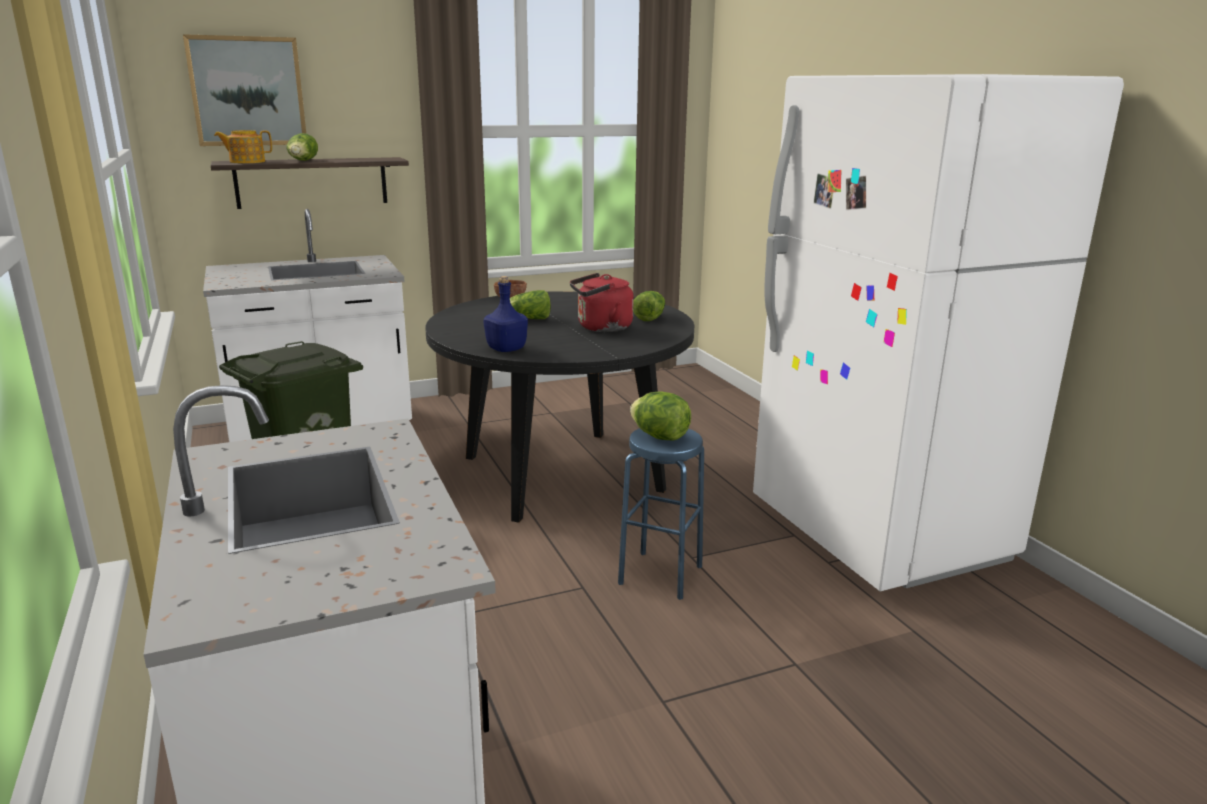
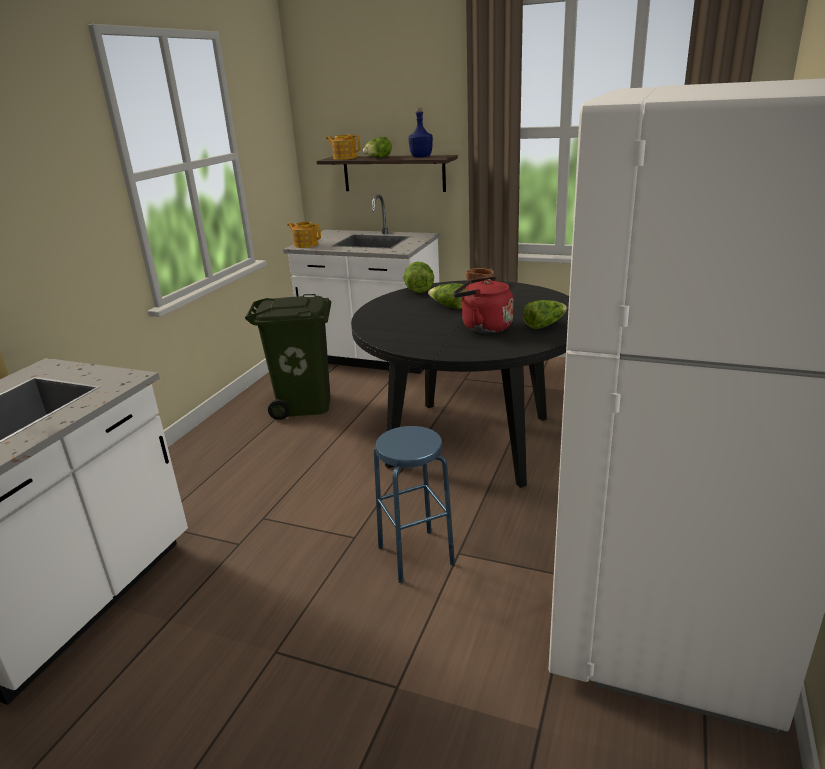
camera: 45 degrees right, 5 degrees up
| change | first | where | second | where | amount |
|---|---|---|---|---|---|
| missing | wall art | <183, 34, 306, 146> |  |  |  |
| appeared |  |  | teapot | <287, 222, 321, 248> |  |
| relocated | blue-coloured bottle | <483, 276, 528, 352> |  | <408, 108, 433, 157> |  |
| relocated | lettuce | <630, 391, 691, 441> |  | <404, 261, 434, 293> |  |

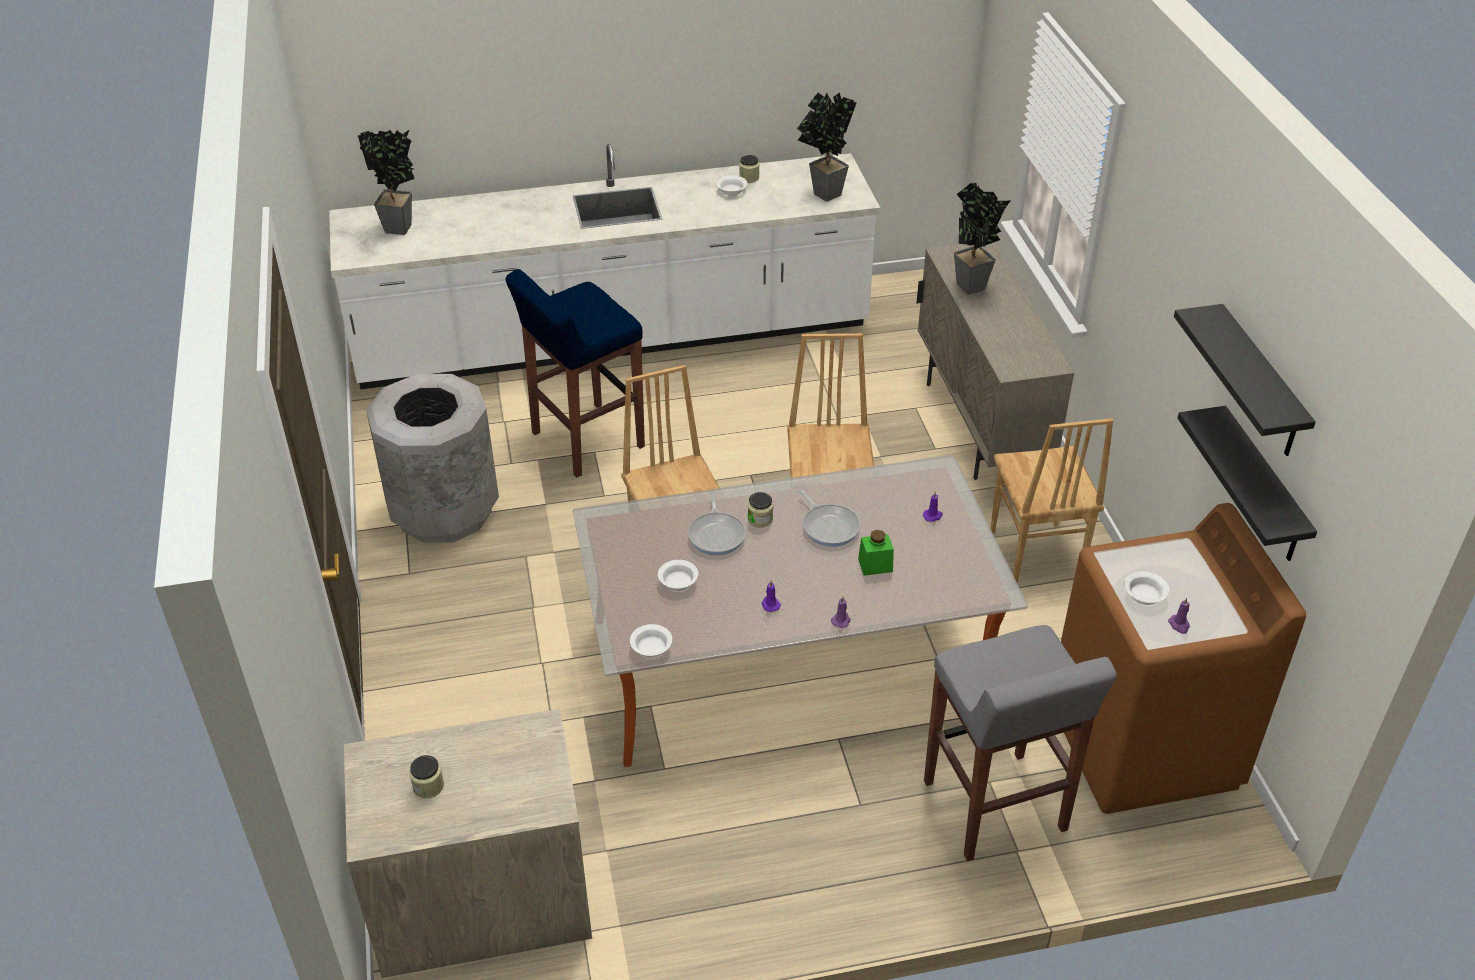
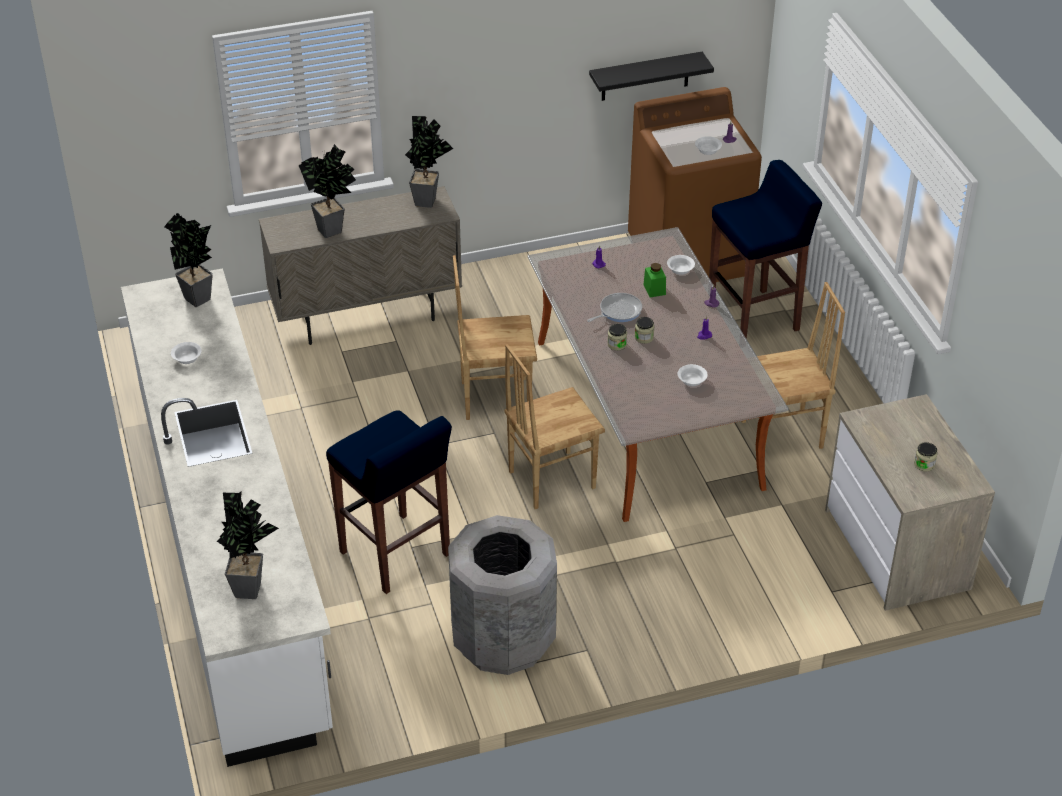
camera: 95 degrees left, 0 degrees up
| change | first | where | second | where | amount |
|---|---|---|---|---|---|
| missing | skillet | <688, 491, 746, 555> |  |  |  |
| missing | black shelf | <1174, 304, 1316, 456> |  |  |  |
| appeared |  |  | potted plant | <405, 116, 453, 208> |  |
| relocated | white-coloured deep dish | <630, 624, 672, 658> |  | <667, 255, 695, 275> |  |
| relocated | jar | <739, 155, 759, 183> |  | <635, 317, 655, 344> |  |
| relocated | brown upright chair | <990, 418, 1114, 583> |  | <742, 282, 845, 449> |  |
| colour | grey sitting stool | <924, 625, 1117, 861> | blue-coloured sitting stool | <709, 160, 822, 339> |  |

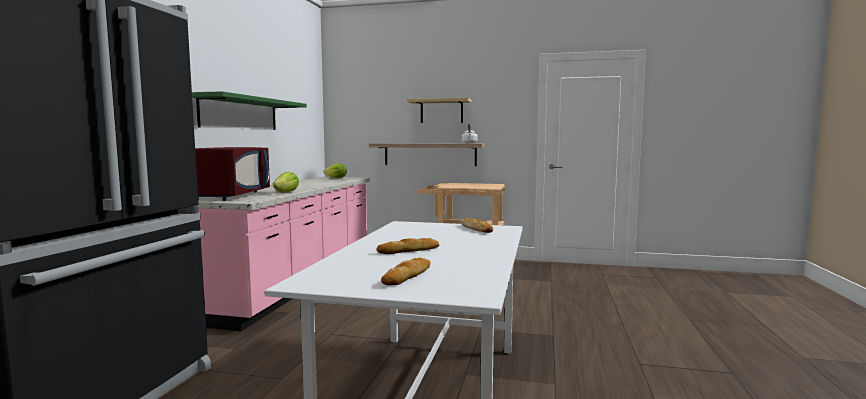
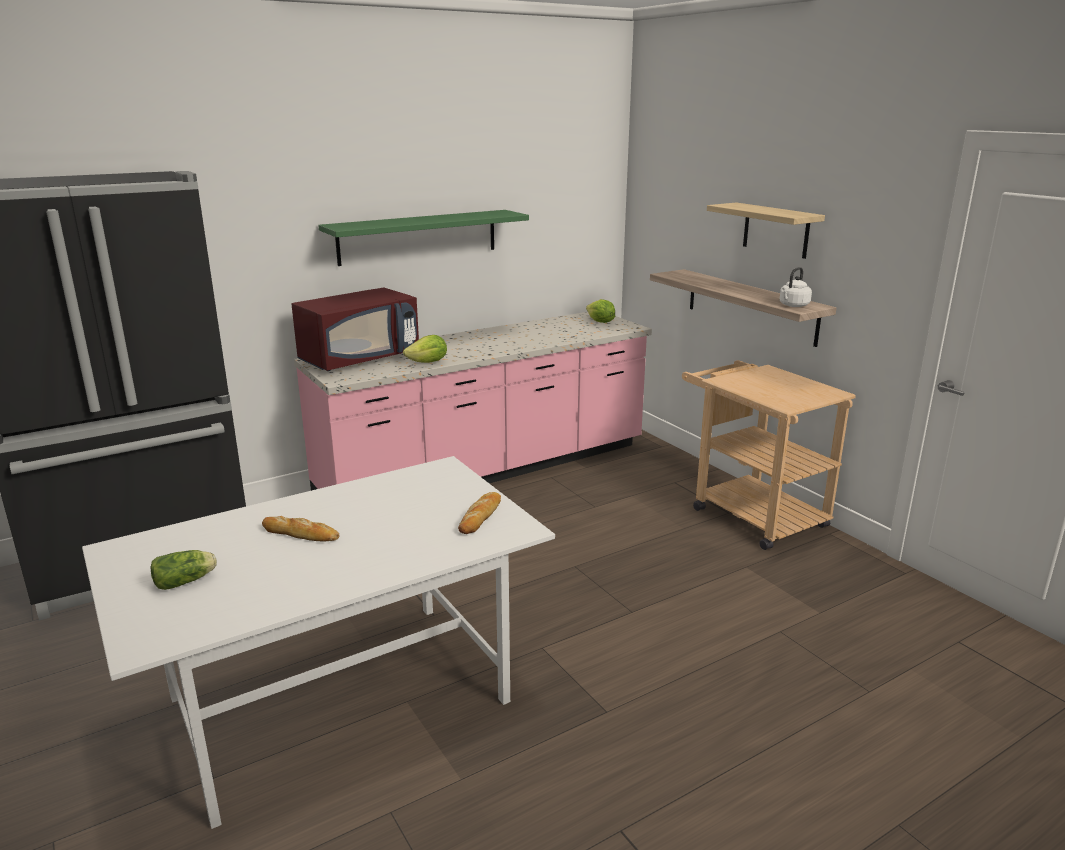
camera: 45 degrees right, 15 degrees up
| change | first | where | second | where | amount |
|---|---|---|---|---|---|
| exchanged | bread | <381, 257, 431, 286> | lettuce | <150, 550, 217, 590> |  |

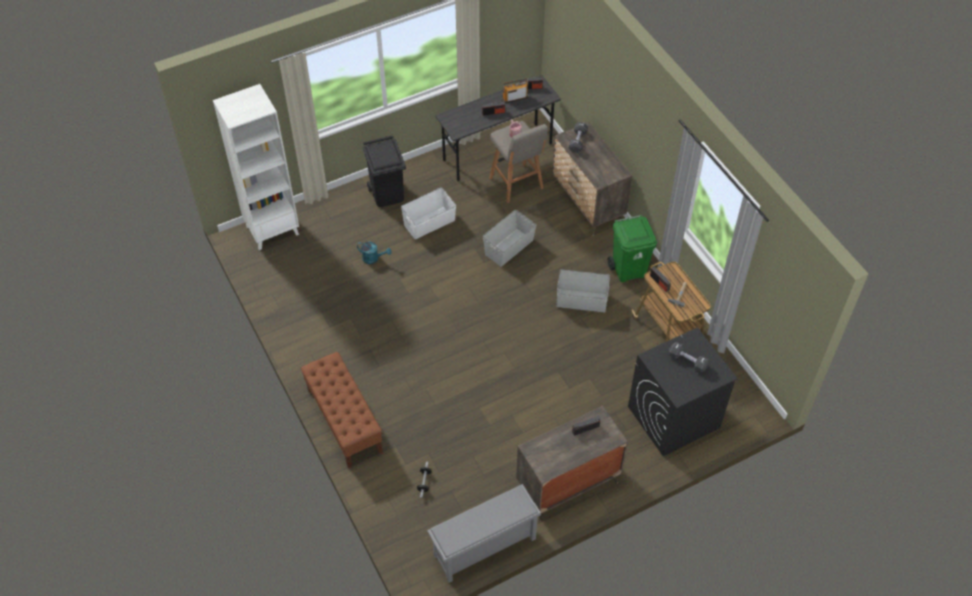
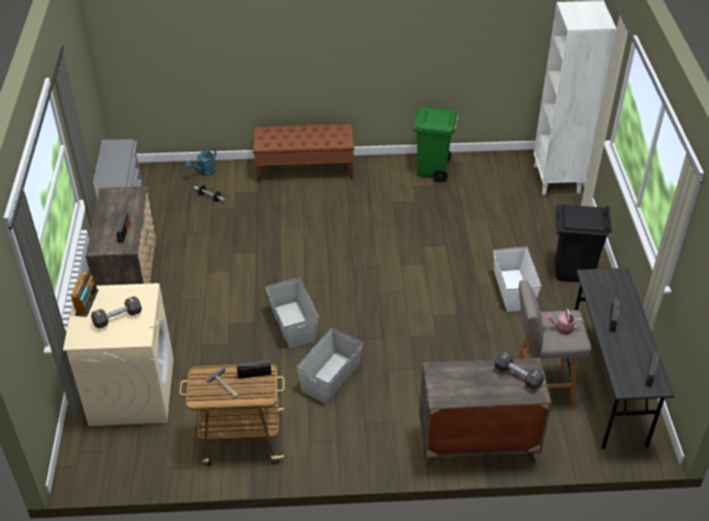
camera: 115 degrees right, 10 degrees down
| change | first | where | second | where | amount |
|---|---|---|---|---|---|
| relocated | turquoise watering can | <357, 242, 392, 264> |  | <185, 148, 216, 176> |  |
| relocated | grey storage container | <483, 210, 537, 267> |  | <266, 278, 319, 348> |  |
| relocated | radio set | <502, 78, 529, 103> |  | <71, 269, 98, 317> |  |
| relocated | green-coloured waste bin | <608, 215, 657, 282> |  | <414, 107, 459, 183> |  |
| colour | black laundry machine | <628, 327, 738, 456> | sand-coloured laundry machine | <63, 283, 174, 426> |  |

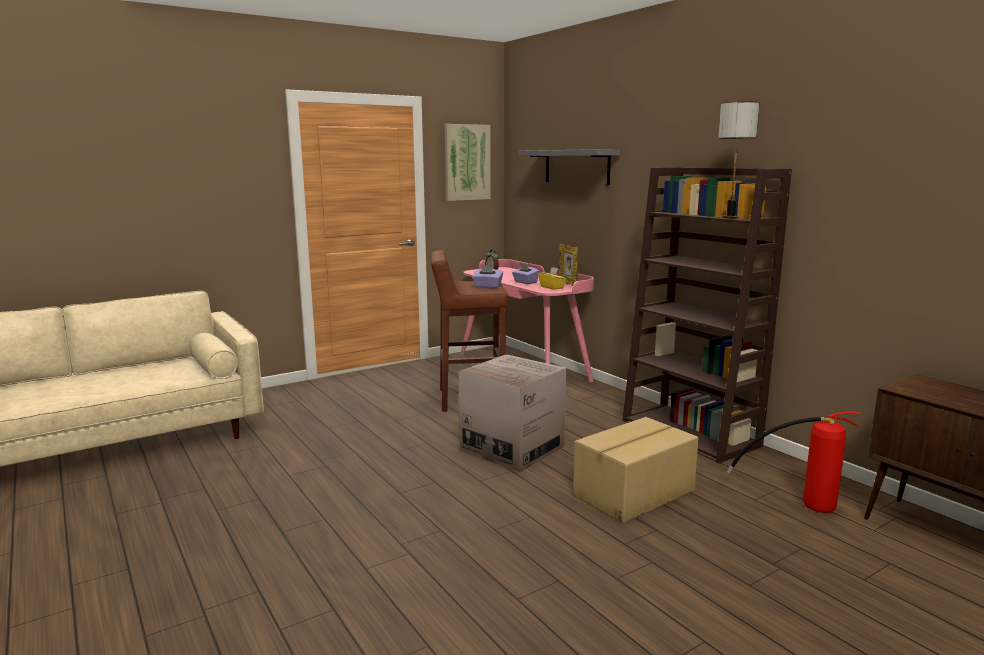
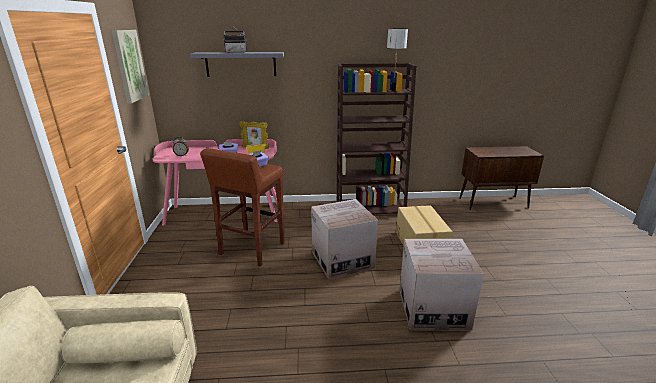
camera: 60 degrees left, 10 degrees up
| change | first | where | second | where | amount |
|---|---|---|---|---|---|
| missing | fire-fighting cylinder | <727, 411, 861, 513> |  |  |  |
| appeared |  |  | radio set | <223, 26, 247, 53> |  |
| appeared |  |  | cardboard box | <400, 239, 484, 331> |  |

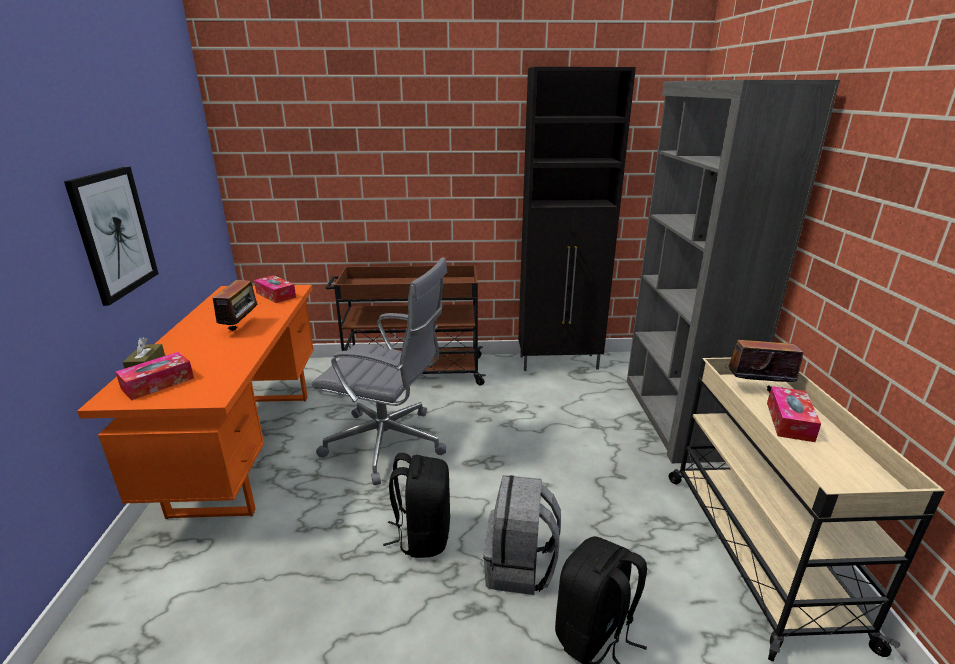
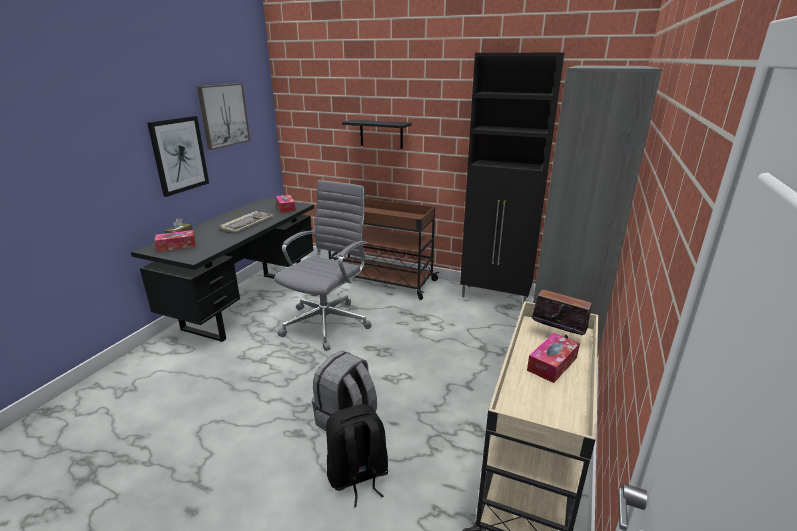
camera: 25 degrees right, 0 degrees up
| change | first | where | second | where | amount |
|---|---|---|---|---|---|
| missing | black knapsack | <383, 453, 450, 558> |  |  |  |
| appeared |  |  | wall art | <197, 83, 250, 150> |  |
| appeared |  |  | black shelf | <342, 120, 412, 149> |  |
| exchanged | radio set | <213, 280, 261, 333> | PC keyboard | <220, 211, 274, 232> |  |
| colour | orange-coloured desk | <77, 285, 314, 519> | black desk | <131, 198, 314, 342> |  |
| spun | grey office chair | <312, 257, 448, 485> |  | <274, 180, 372, 351> | 105 degrees counterclockwise |

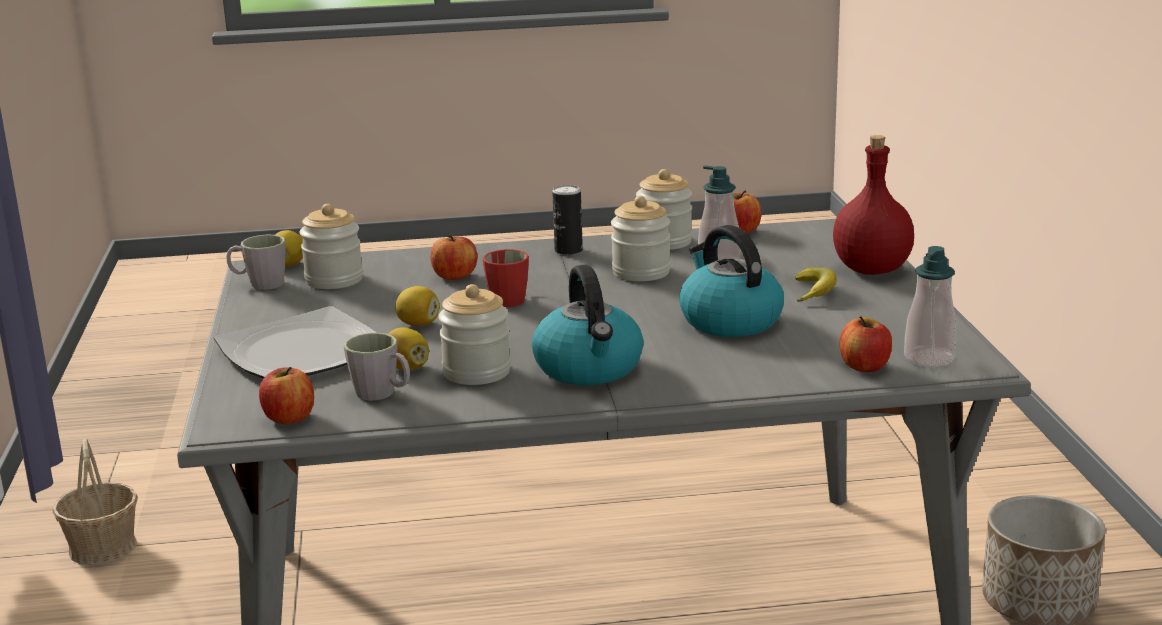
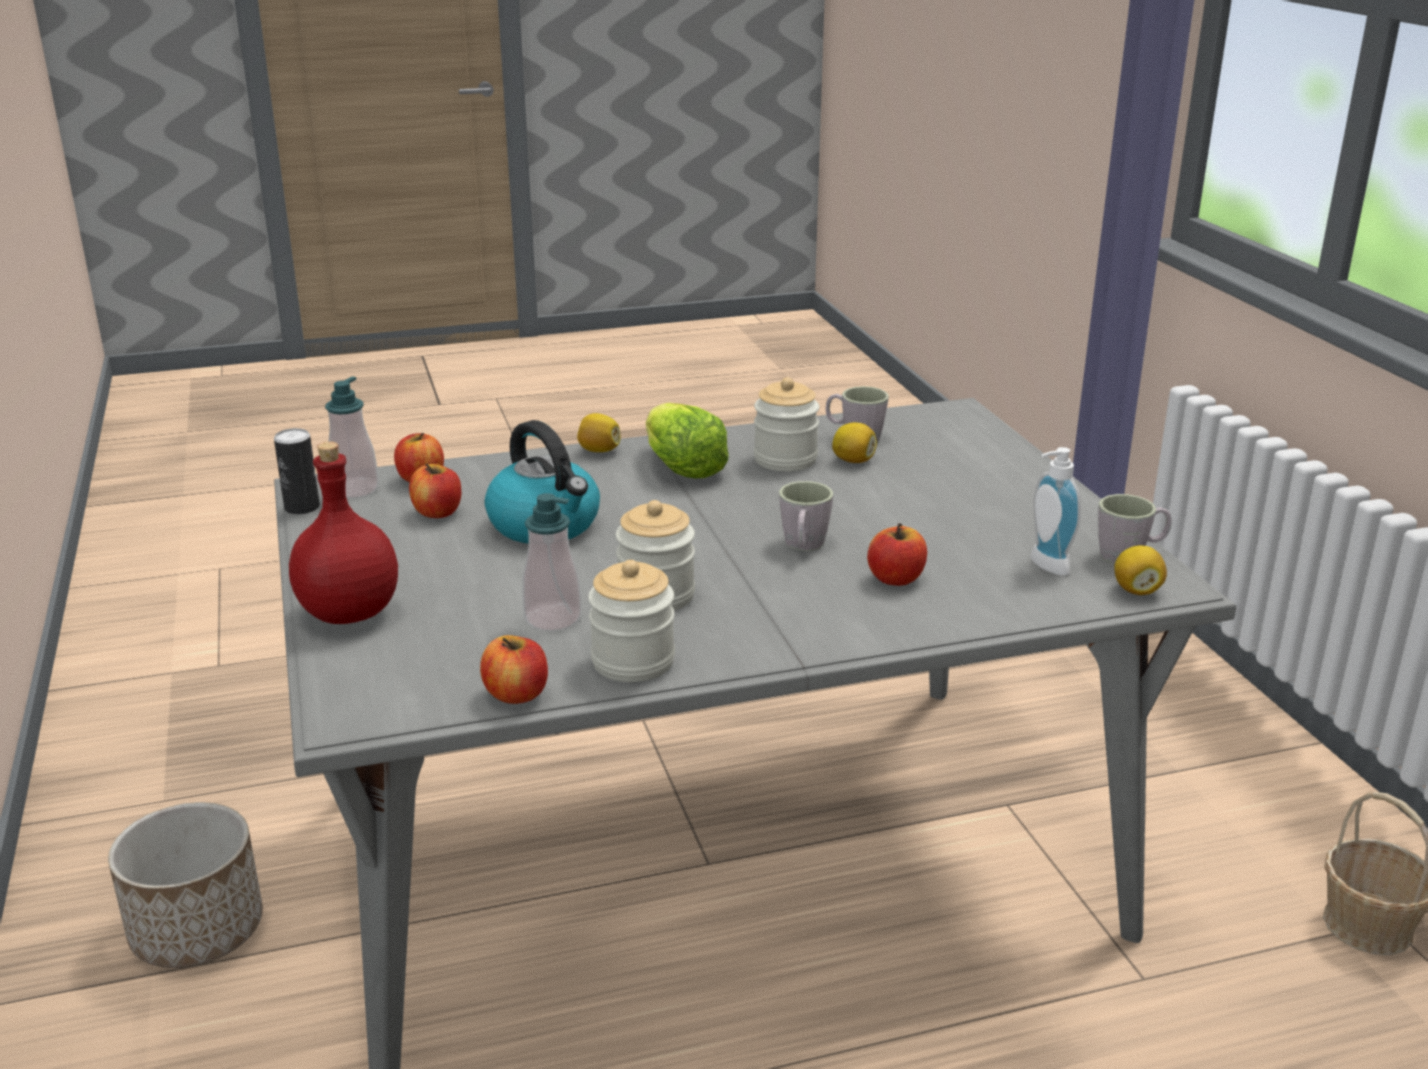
camera: 170 degrees right, 5 degrees up
| change | first | where | second | where | amount |
|---|---|---|---|---|---|
| missing | dinner plate | <214, 306, 377, 379> |  |  |  |
| missing | banana fruit | <795, 267, 836, 302> |  |  |  |
| relocated | whole apple | <259, 367, 314, 424> |  | <409, 464, 461, 518> |  |
| relocated | whole lemon | <395, 286, 440, 326> |  | <577, 413, 620, 452> |  |
| relocated | sealed can | <552, 185, 583, 255> |  | <274, 428, 320, 514> |  |
| exchanged | jar | <299, 204, 363, 289> | soap dispenser | <1031, 447, 1081, 576> |  |
| exchanged | kettle | <532, 265, 644, 385> | lettuce | <646, 403, 728, 478> |  |
| colour | red-coloured coffee mug | <483, 249, 529, 307> | grey coffee mug | <779, 481, 833, 551> |  |

